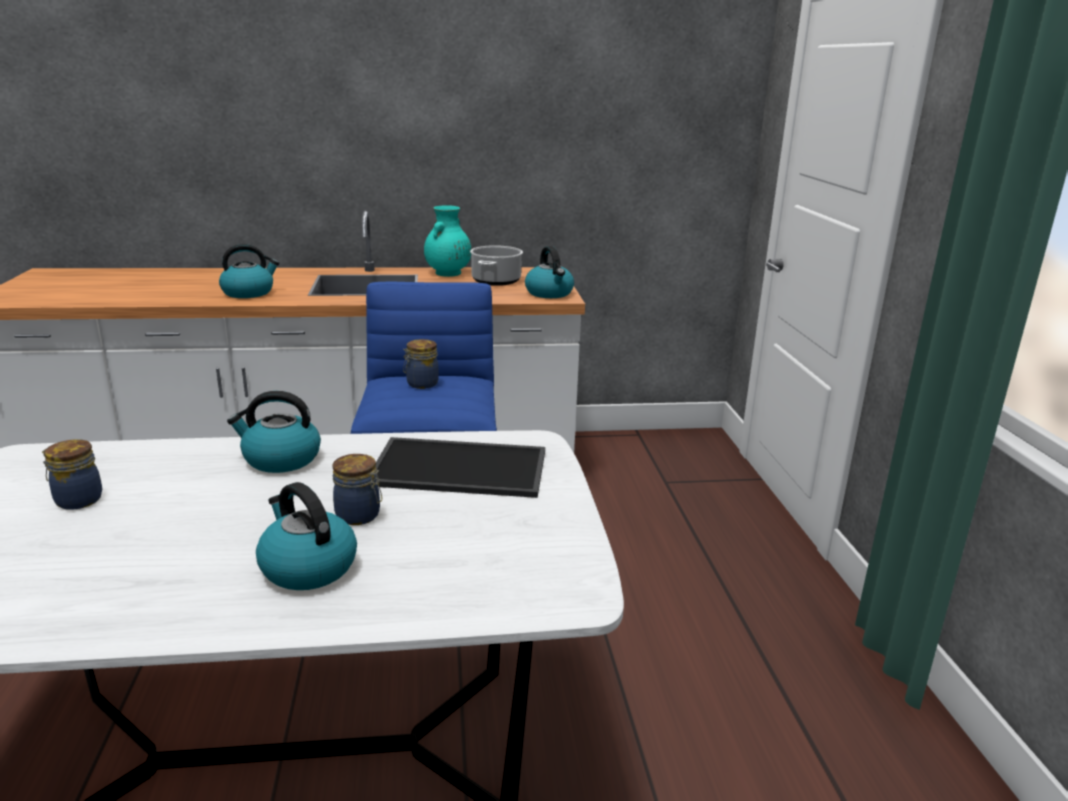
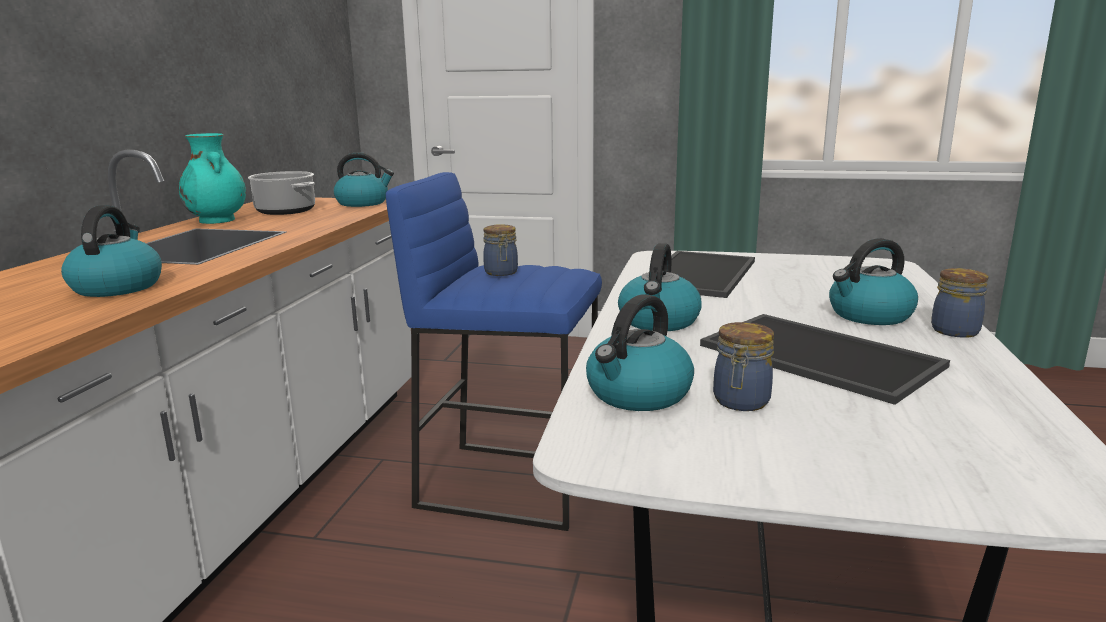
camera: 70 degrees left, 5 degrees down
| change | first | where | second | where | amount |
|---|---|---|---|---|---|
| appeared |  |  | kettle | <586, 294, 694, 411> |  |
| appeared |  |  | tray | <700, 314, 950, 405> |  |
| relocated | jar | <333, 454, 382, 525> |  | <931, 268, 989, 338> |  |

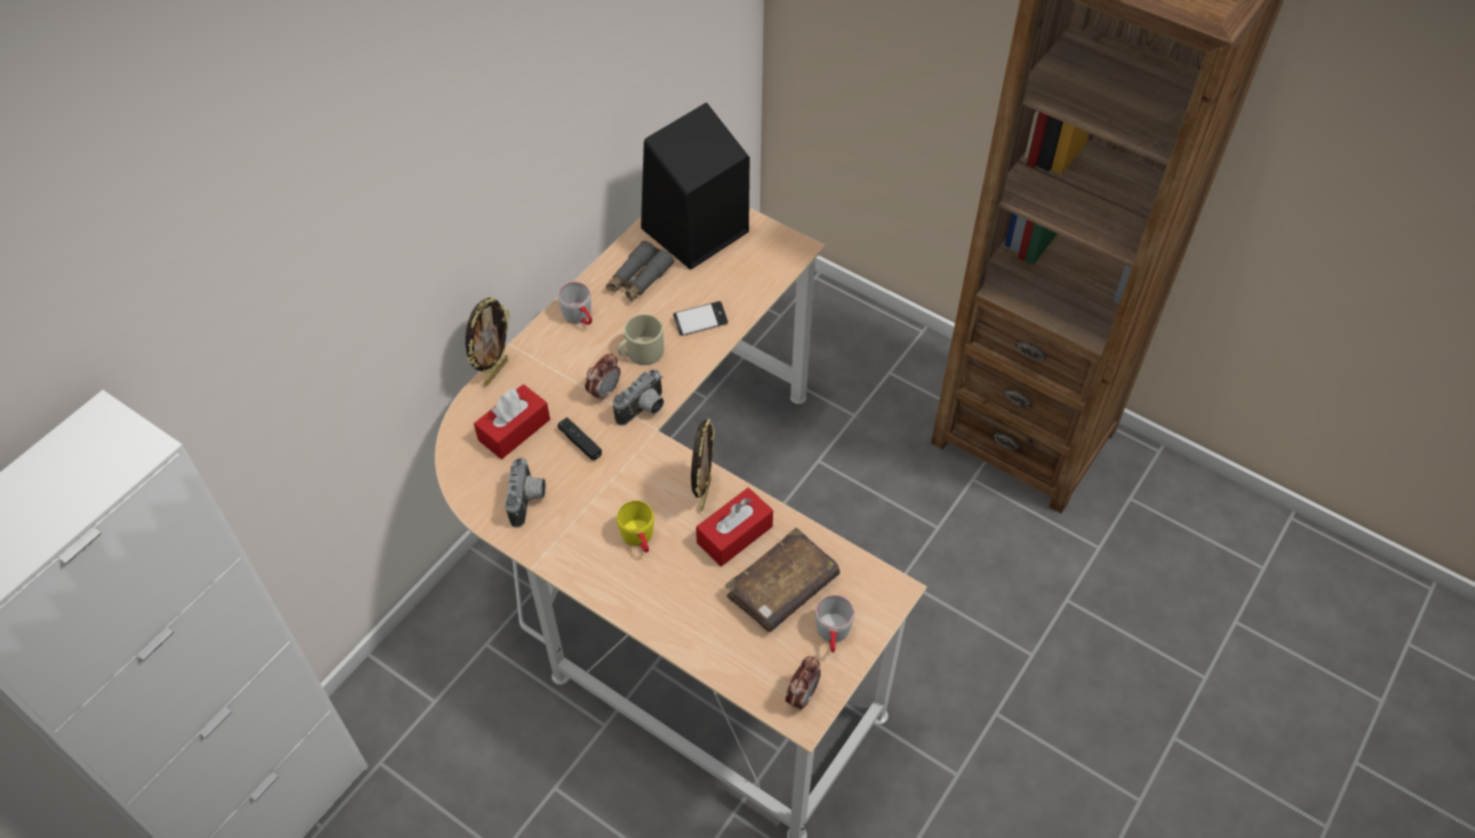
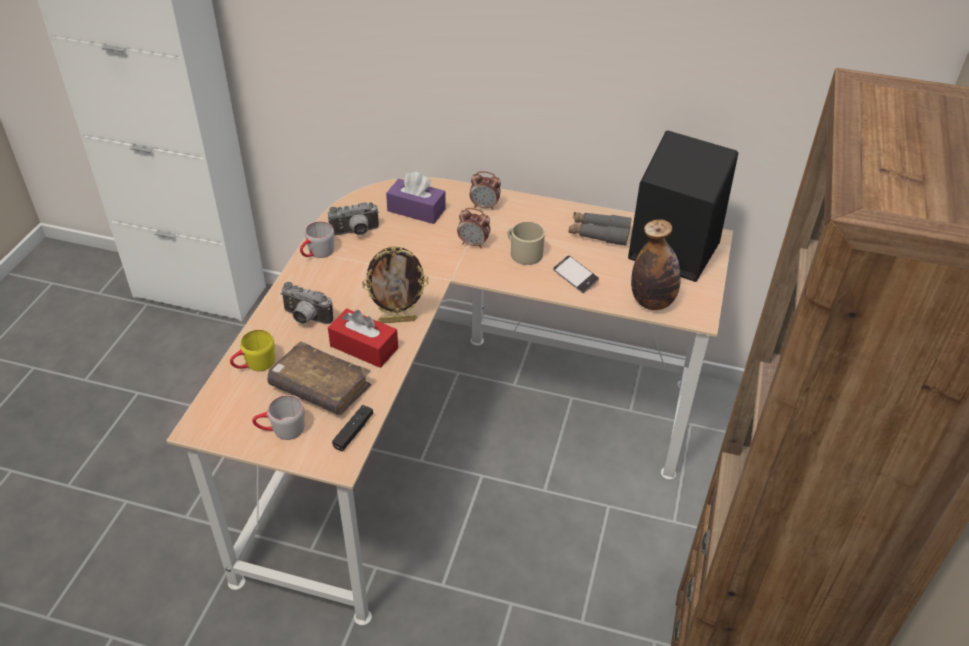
camera: 70 degrees right, 10 degrees down
| change | first | where | second | where | amount |
|---|---|---|---|---|---|
| missing | standing frame | <465, 297, 510, 386> |  |  |  |
| appeared |  |  | bottle | <631, 220, 681, 310> |  |
| relocated | grey coffee mug | <558, 282, 592, 325> |  | <300, 221, 334, 258> |  |
| relocated | black game controller | <558, 417, 602, 461> |  | <332, 405, 373, 451> |  |
| relocated | still camera | <613, 370, 664, 426> |  | <280, 282, 333, 324> |  |
| relocated | yellow coffee mug | <617, 500, 654, 553> |  | <230, 329, 275, 371> |  |
| relocated | table clock | <785, 656, 821, 711> |  | <470, 171, 501, 210> |  |
| colour | red-coloured tissue box | <474, 384, 550, 459> | purplish tissue box | <386, 172, 446, 224> |  |

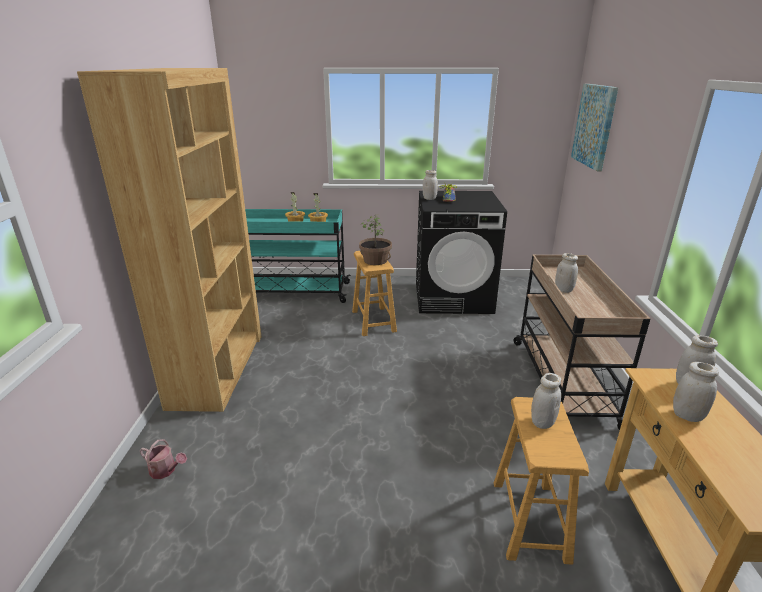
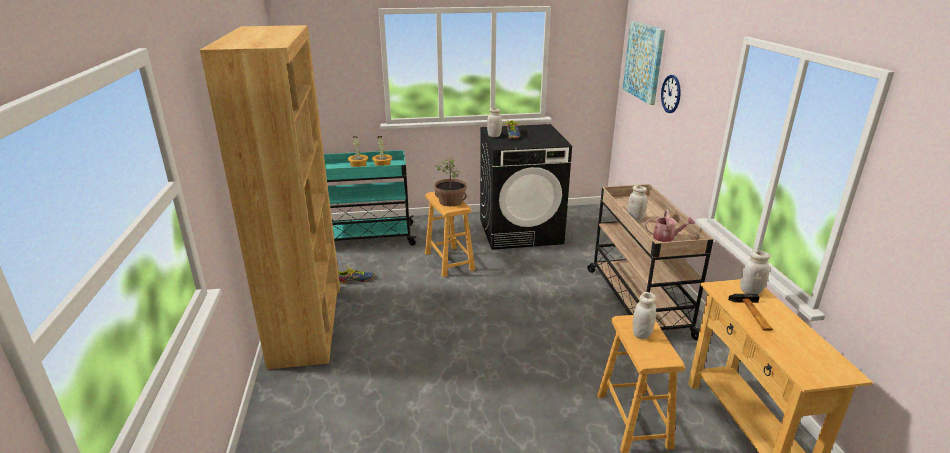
camera: 10 degrees left, 0 degrees up
| change | first | where | second | where | amount |
|---|---|---|---|---|---|
| appeared |  |  | shoe | <338, 266, 375, 284> |  |
| appeared |  |  | clock on the wall | <661, 75, 681, 113> |  |
| relocated | watering can | <140, 439, 187, 479> |  | <645, 209, 695, 242> |  |
| exchanged | white-coloured jar | <673, 362, 719, 422> | tool hammer | <728, 294, 773, 331> |  |

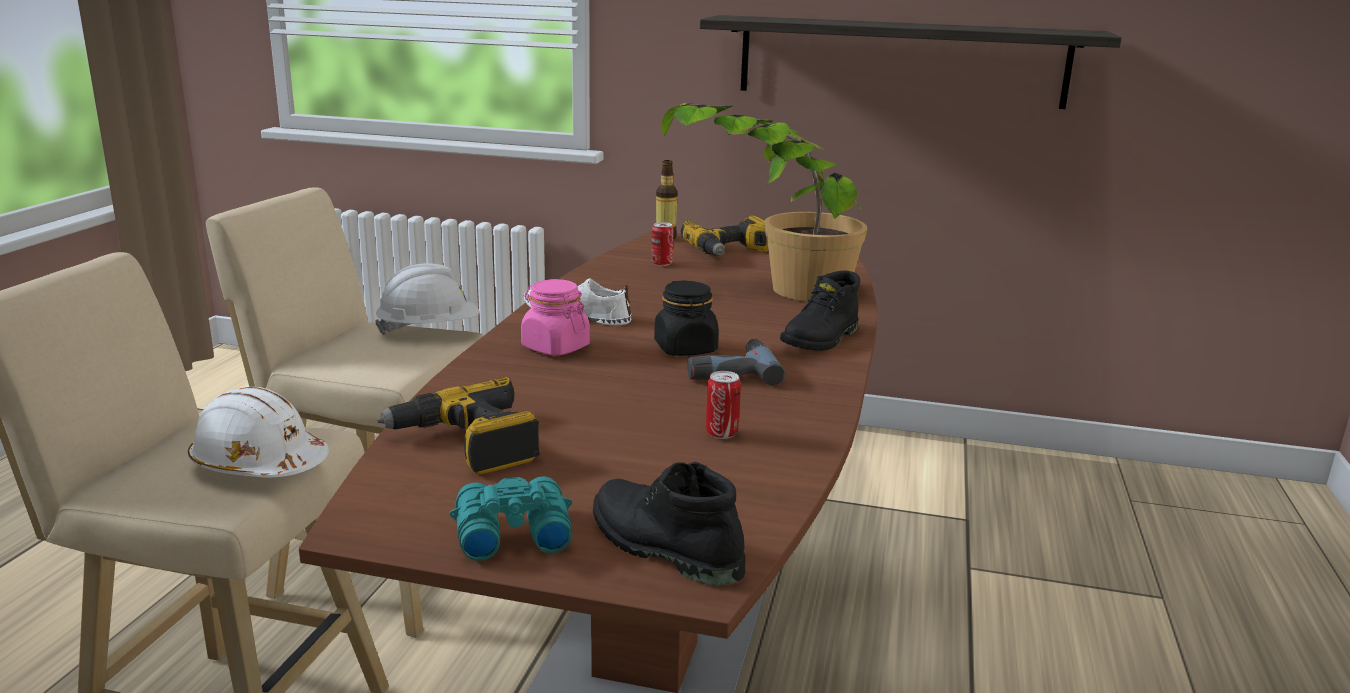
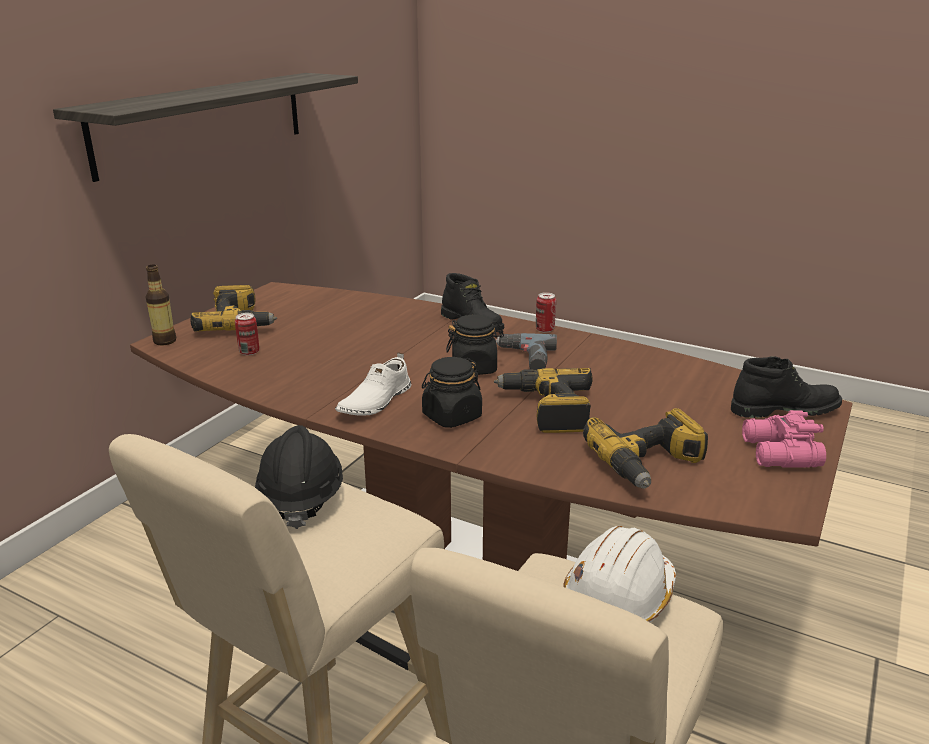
camera: 75 degrees left, 5 degrees up
| change | first | where | second | where | amount |
|---|---|---|---|---|---|
| missing | potted plant | <662, 103, 867, 302> |  |  |  |
| appeared |  |  | drill | <494, 368, 593, 433> |  |
| relocated | sealed can | <706, 371, 741, 439> |  | <536, 292, 556, 333> |  |
| colour | white-coloured safety helmet | <375, 263, 479, 335> | black safety helmet | <255, 425, 343, 529> |  |
| colour | turquoise field glasses | <450, 476, 572, 561> | pink field glasses | <742, 410, 826, 468> |  |
| colour | pink jar | <521, 279, 590, 356> | black jar | <422, 357, 482, 428> |  |
| spun | black boot | <593, 462, 745, 586> |  | <731, 356, 842, 418> | 150 degrees counterclockwise |

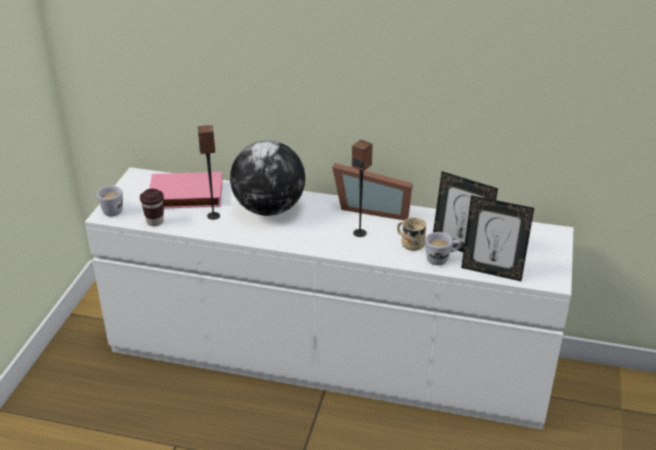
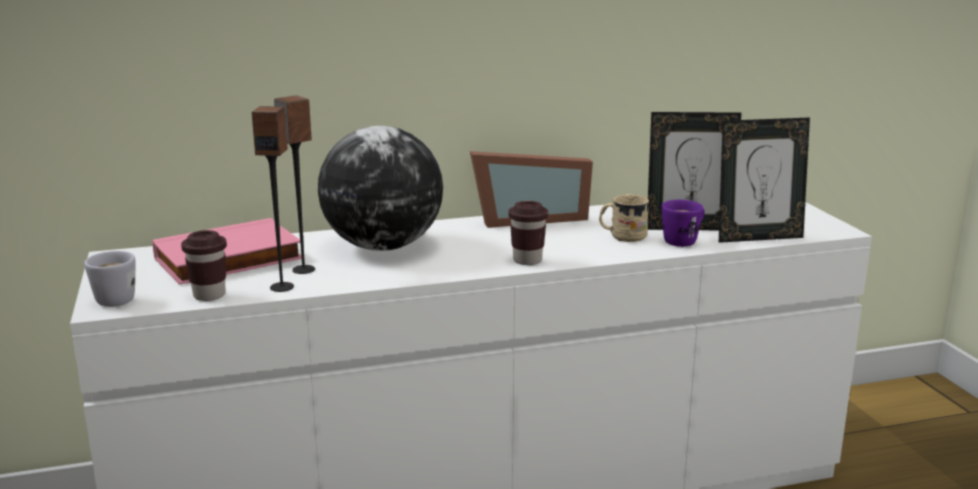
camera: 30 degrees left, 15 degrees down
| change | first | where | second | where | amount |
|---|---|---|---|---|---|
| appeared |  |  | brown small cup | <508, 201, 548, 265> |  |
| relocated | speaker | <352, 140, 373, 237> |  | <252, 106, 294, 292> |  |
| colour | white-coloured coffee mug | <425, 232, 461, 265> | purplish coffee mug | <662, 200, 705, 247> |  |

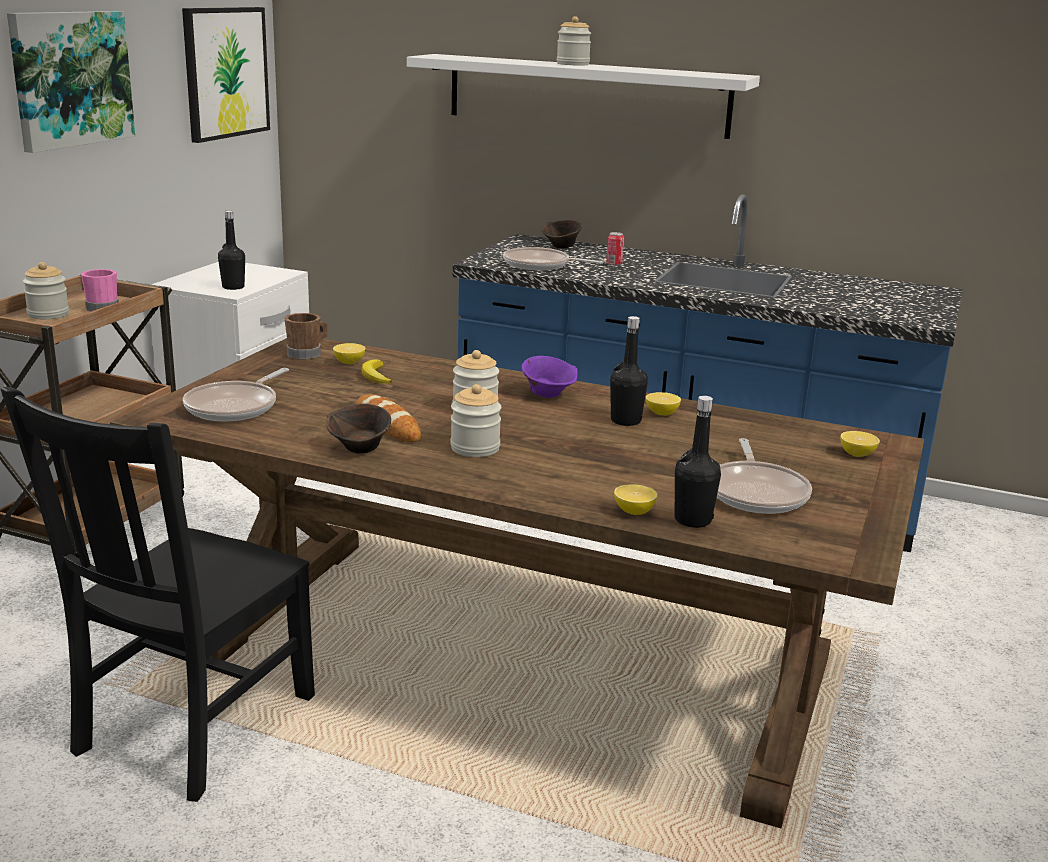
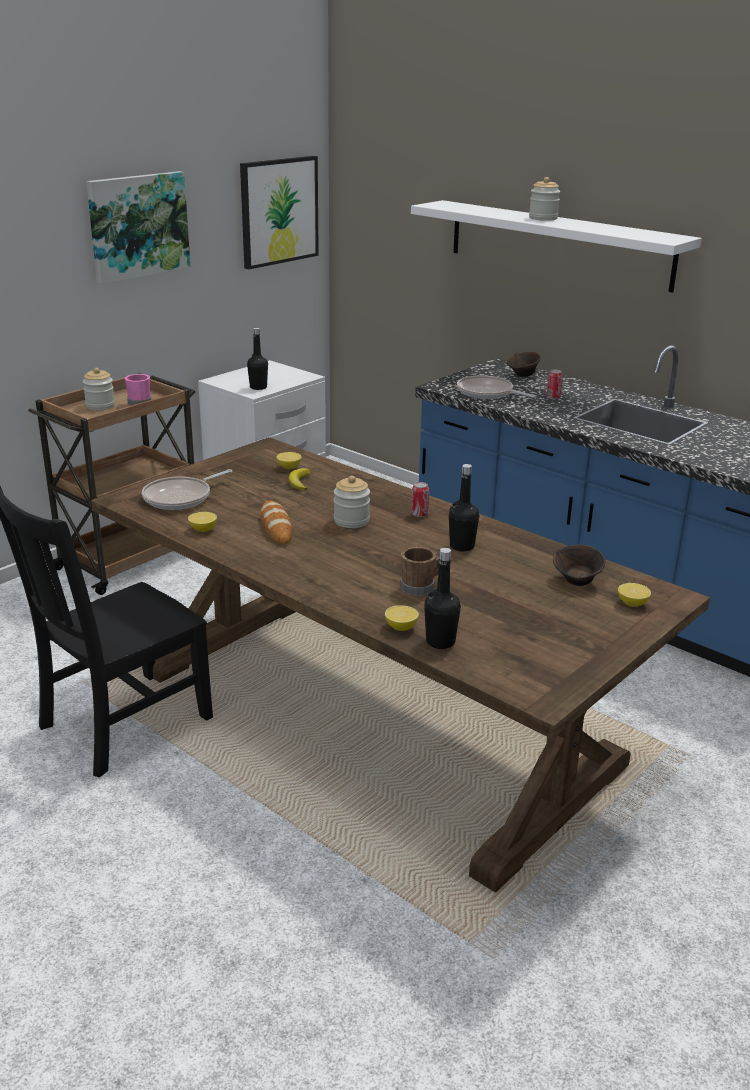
camera: 20 degrees right, 5 degrees up
| change | first | where | second | where | amount |
|---|---|---|---|---|---|
| missing | jar | <450, 384, 501, 457> |  |  |  |
| missing | skillet | <717, 438, 812, 514> |  |  |  |
| relocated | brown coffee mug | <285, 313, 328, 360> |  | <401, 547, 439, 596> |  |
| relocated | brown deep dish | <327, 403, 391, 454> |  | <553, 545, 605, 586> |  |
| relocated | whole lemon | <646, 392, 681, 415> |  | <188, 512, 217, 532> |  |
| exchanged | purplish deep dish | <521, 356, 578, 398> | sealed can | <411, 482, 429, 517> |  |

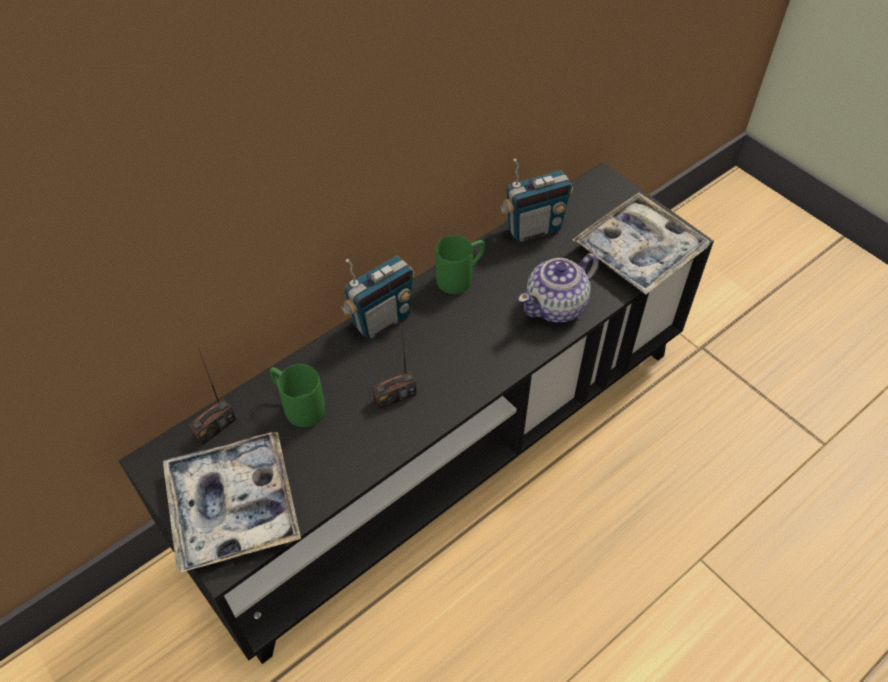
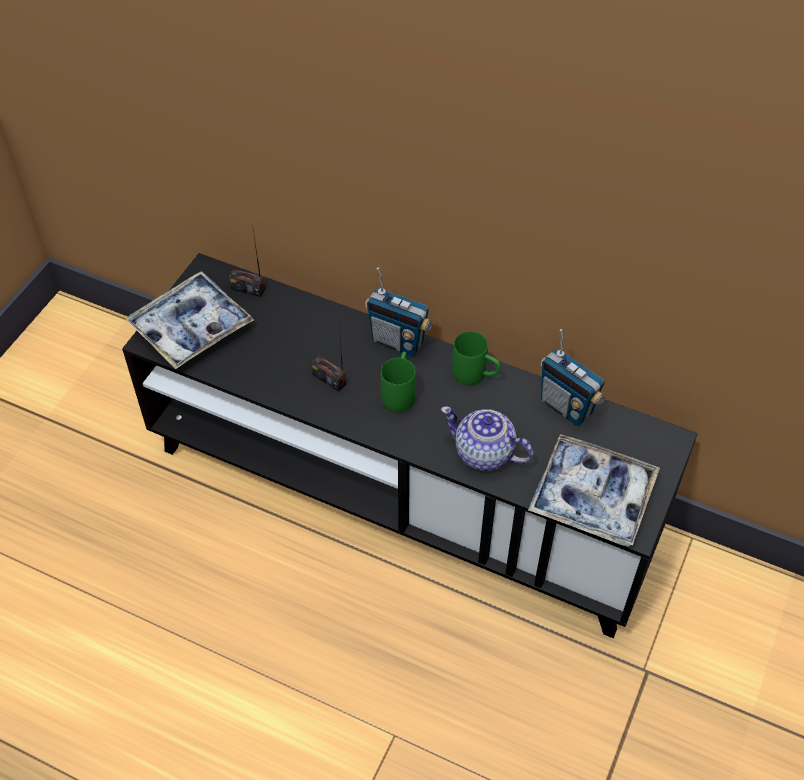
camera: 65 degrees right, 0 degrees up
| change | first | where | second | where | amount |
|---|---|---|---|---|---|
| relocated | green-coloured coffee mug | <270, 364, 325, 427> |  | <380, 352, 416, 412> |  |

